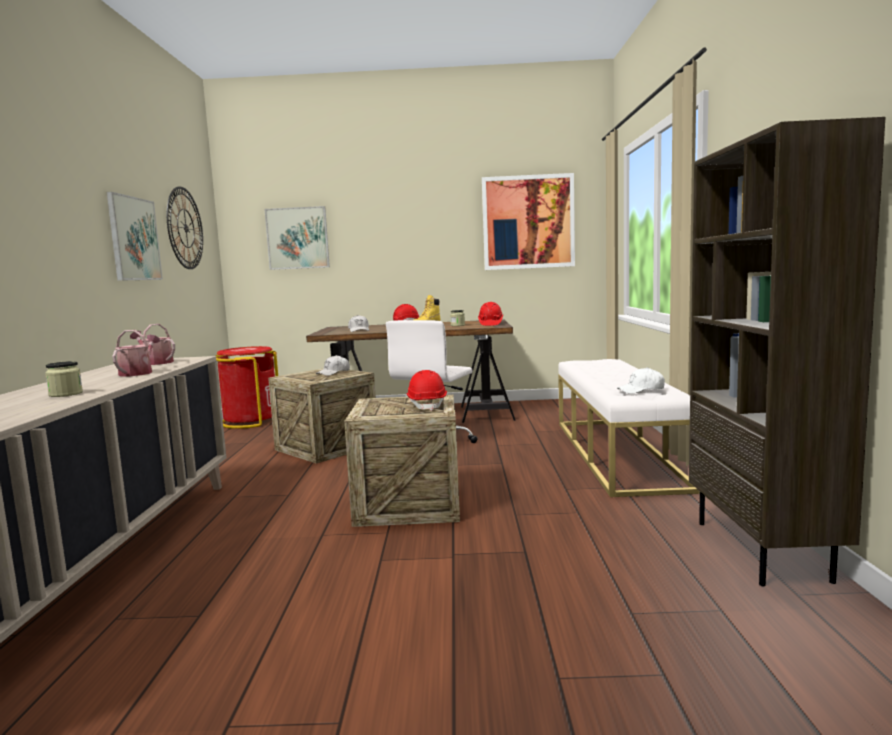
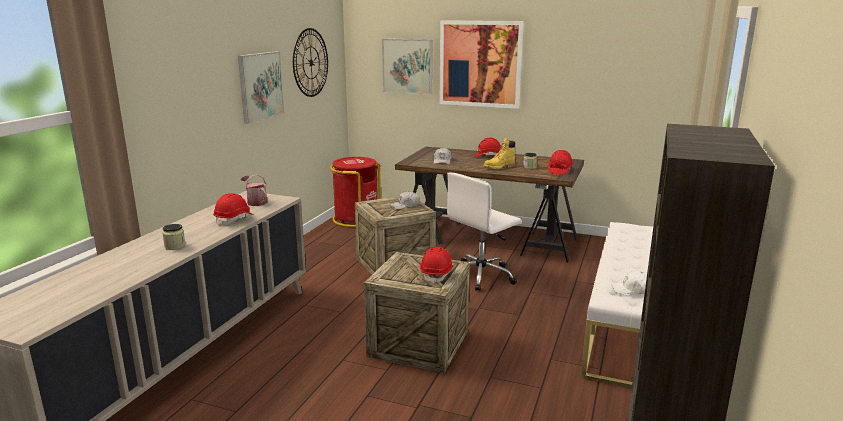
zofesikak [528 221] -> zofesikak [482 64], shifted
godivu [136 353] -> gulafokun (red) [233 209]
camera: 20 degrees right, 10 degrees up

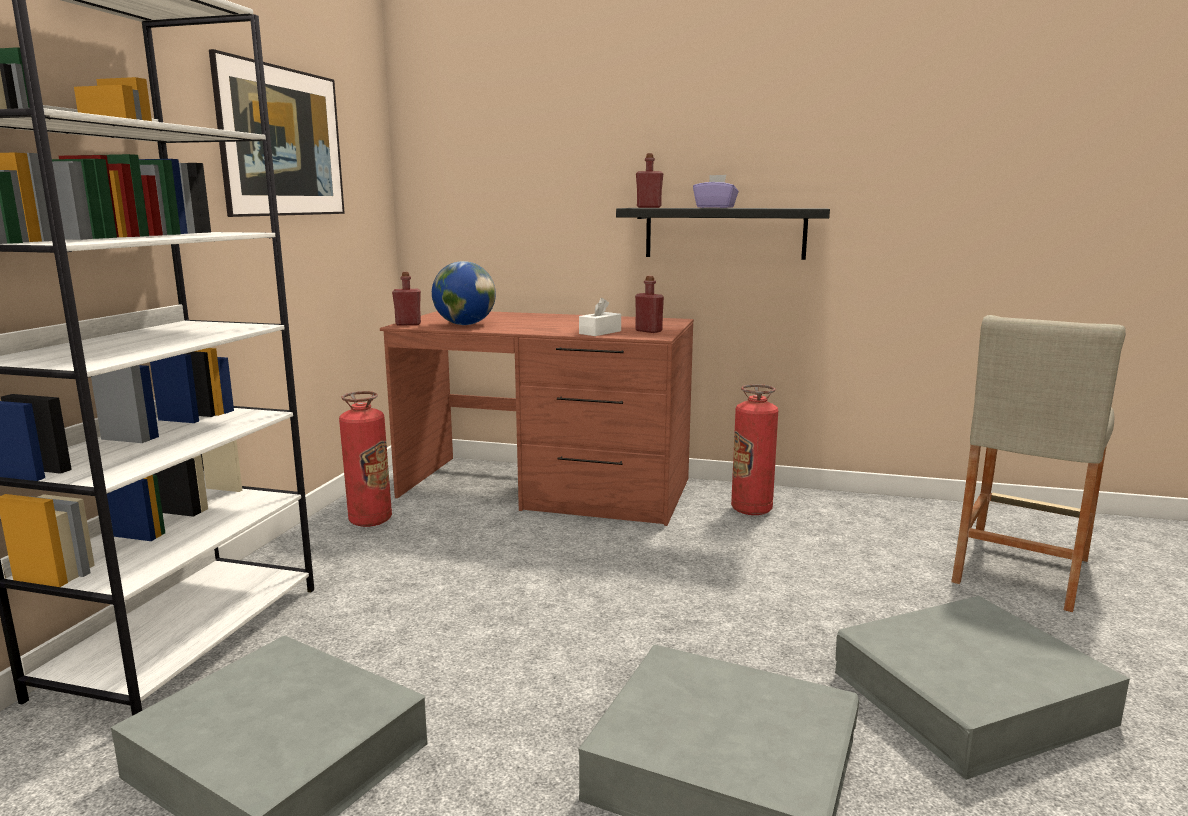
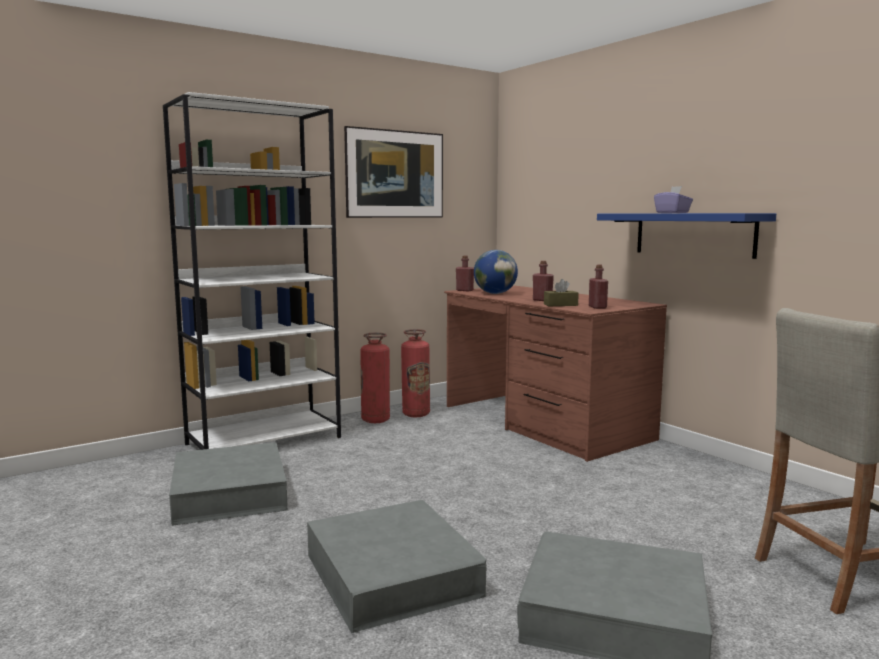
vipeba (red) [650 180] -> vipeba (red) [543 281], shifted
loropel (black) [723 234] -> loropel (blue) [686 236]
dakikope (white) [600 317] -> dakikope (brown) [561 292]
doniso [754 449] -> doniso [375 378], shifted
camera: 40 degrees right, 5 degrees down

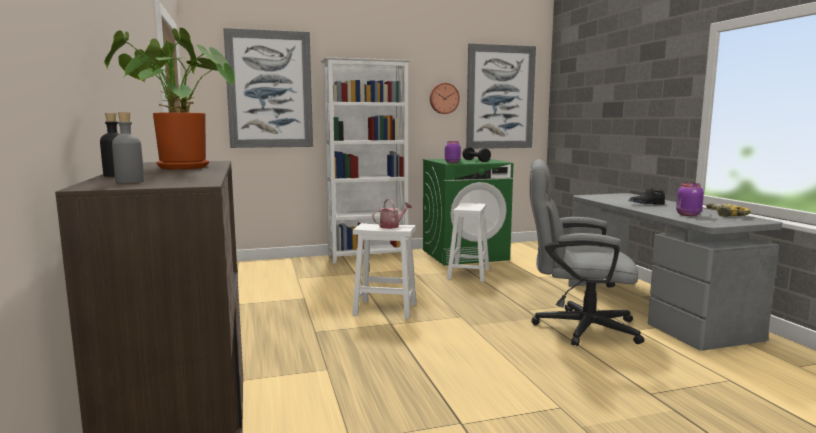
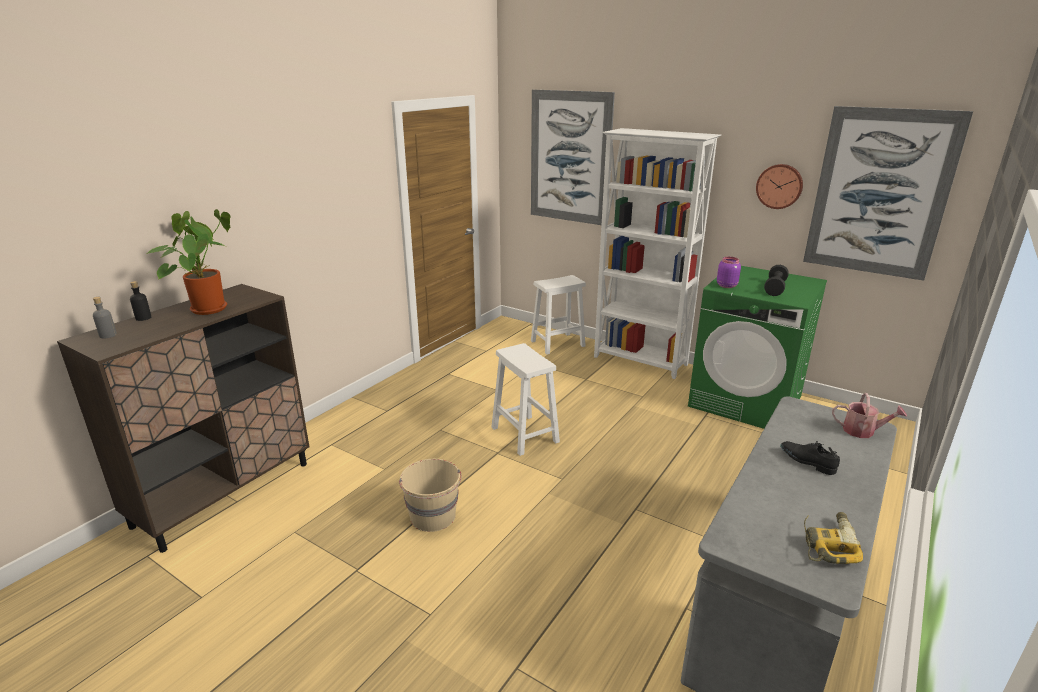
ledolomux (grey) [586 252] -> none
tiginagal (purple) [690 199] -> none
godivu [392 213] -> godivu [869 415], shifted
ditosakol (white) [468 242] -> ditosakol (white) [558 315], shifted
none -> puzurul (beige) [430 495]
camera: 50 degrees right, 15 degrees up

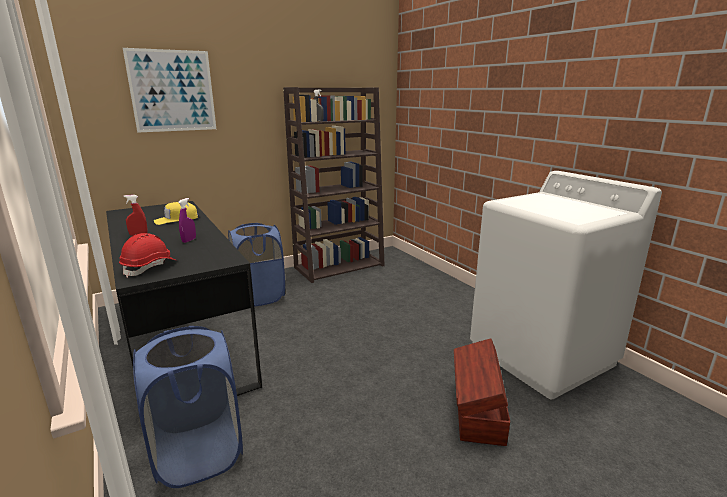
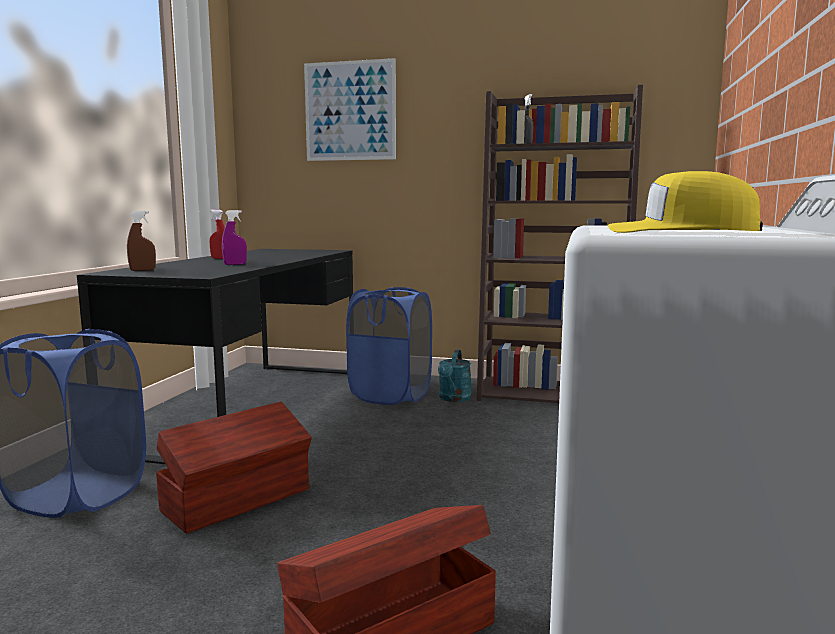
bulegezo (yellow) [176 213] -> bulegezo (yellow) [685 202], shifted
gulafokun (red) [147 255] -> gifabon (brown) [141 241]
none -> godivu (turquoise) [454 376]
none -> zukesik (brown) [234 468]
camera: 45 degrees right, 10 degrees down

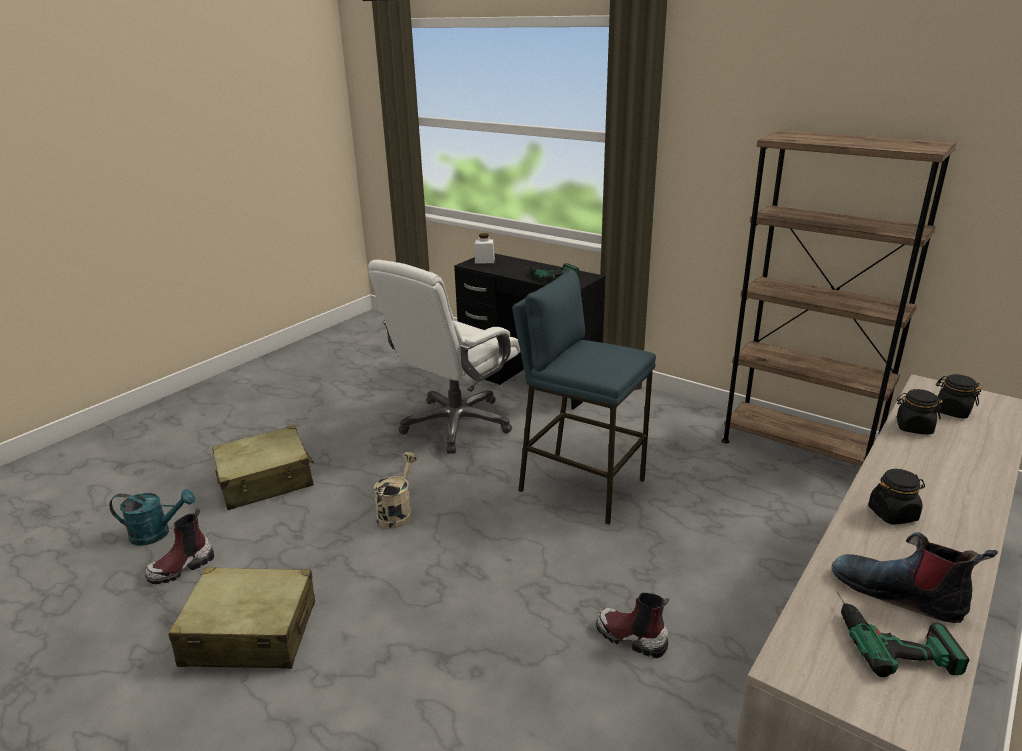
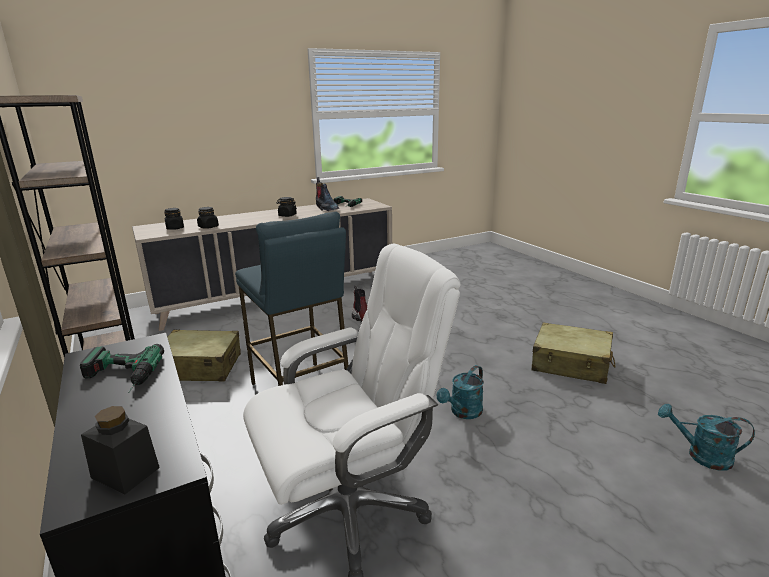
tiginagal (white) [485 248] -> tiginagal (black) [120 450]
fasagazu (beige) [263 467] -> fasagazu (beige) [204 355], shifted
godivu (beige) [396 490] -> godivu (turquoise) [460 392]
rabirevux [179 546] -> none
camera: 155 degrees left, 5 degrees down

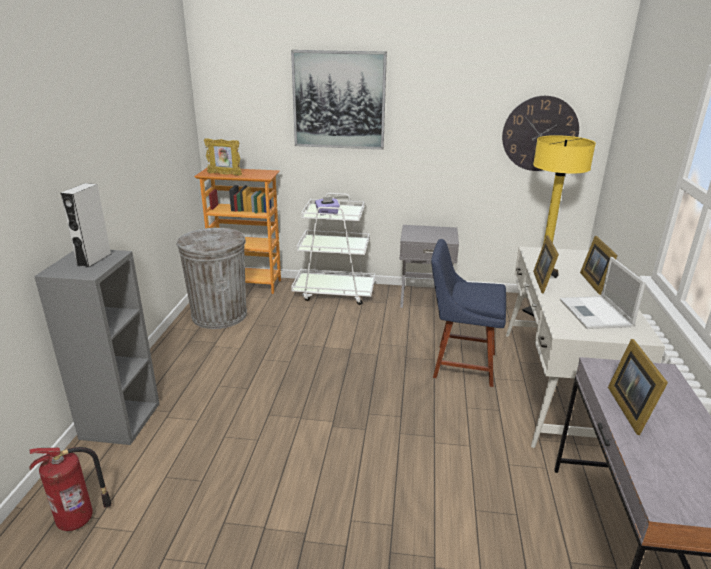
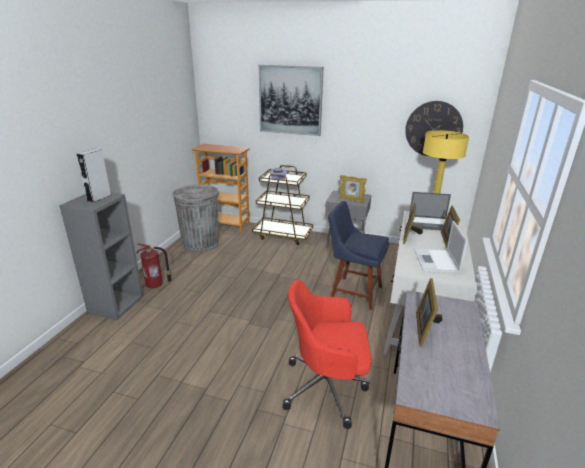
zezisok [223 157] -> zezisok [352 189], shifted
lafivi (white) [333 249] -> lafivi (brown) [282 205]
doniso [70 489] -> doniso [154 265], shifted
none -> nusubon [430 211]
none -> ledolomux (red) [327 354]
camera: 10 degrees right, 0 degrees up

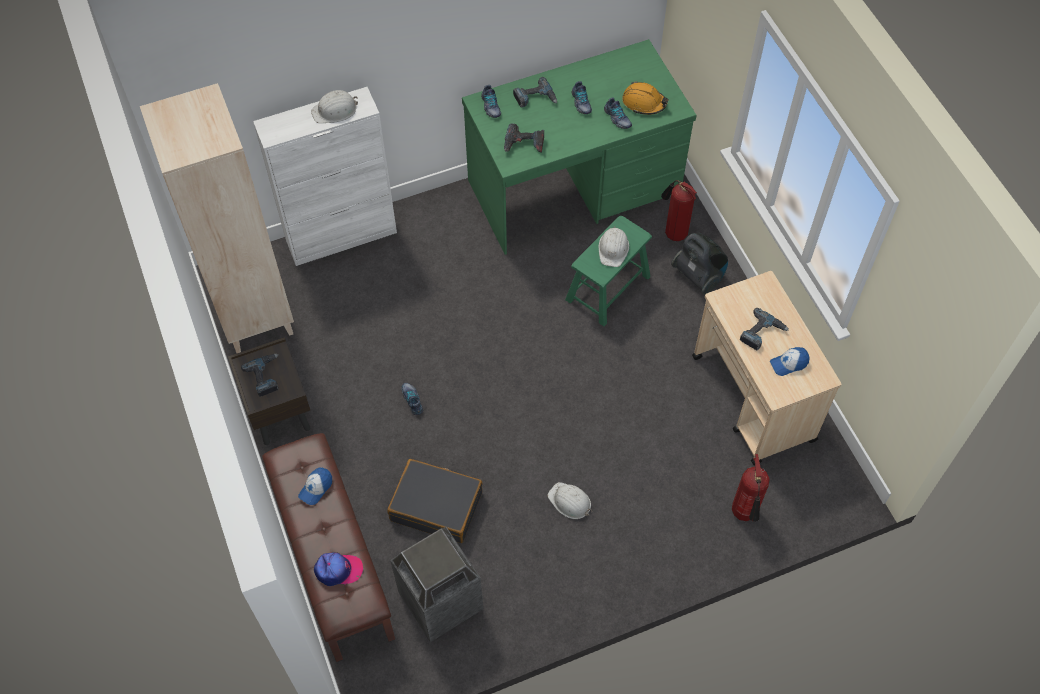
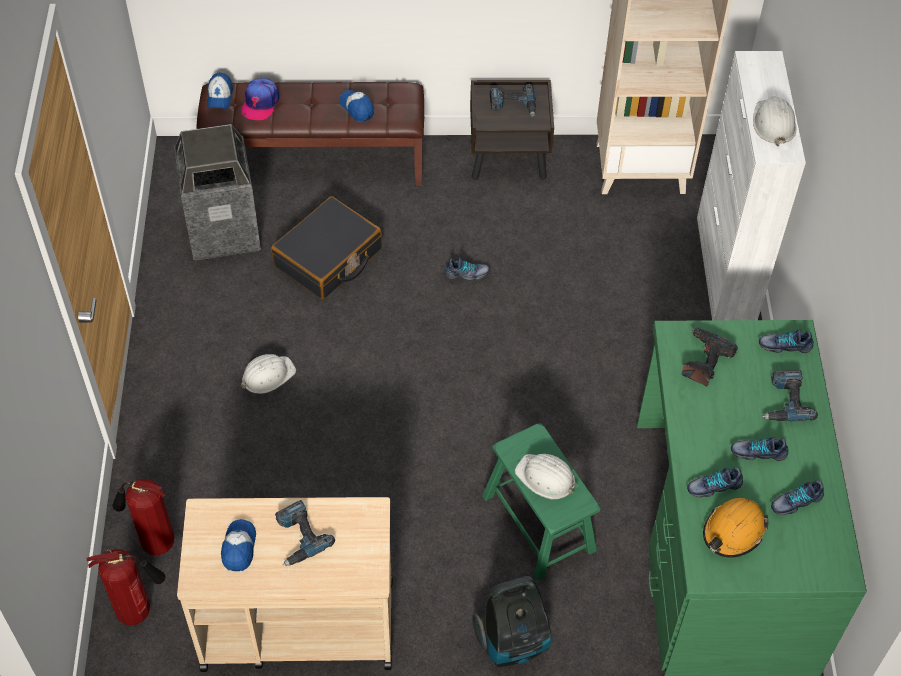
doniso [679 210] -> doniso [126 587], shifted
none -> bulegezo [220 91]
none -> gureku [797 497]
camera: 110 degrees right, 5 degrees down

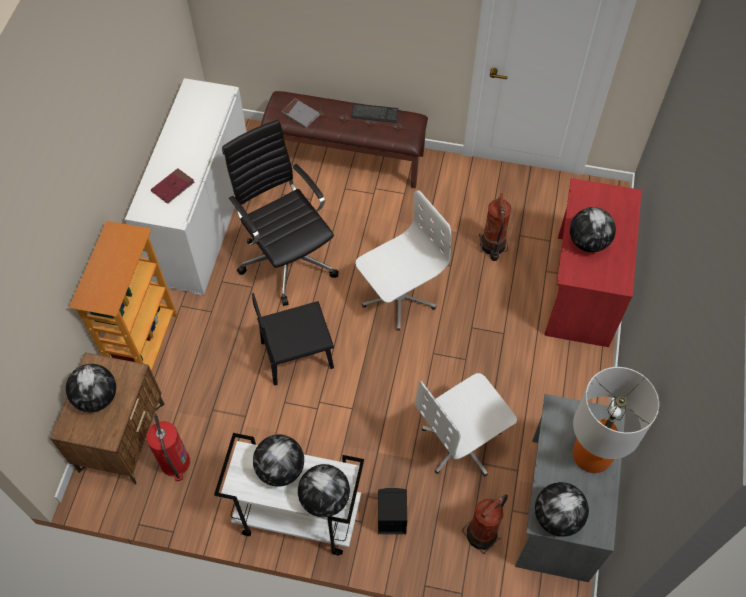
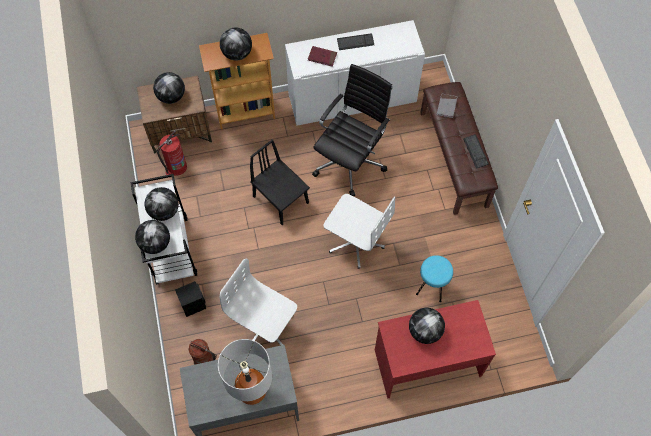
doniso [495 227] -> ditosakol (turquoise) [434 278]
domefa [562 509] -> domefa [236 44], shifted
none -> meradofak [355 41]
camera: 65 degrees right, 5 degrees up

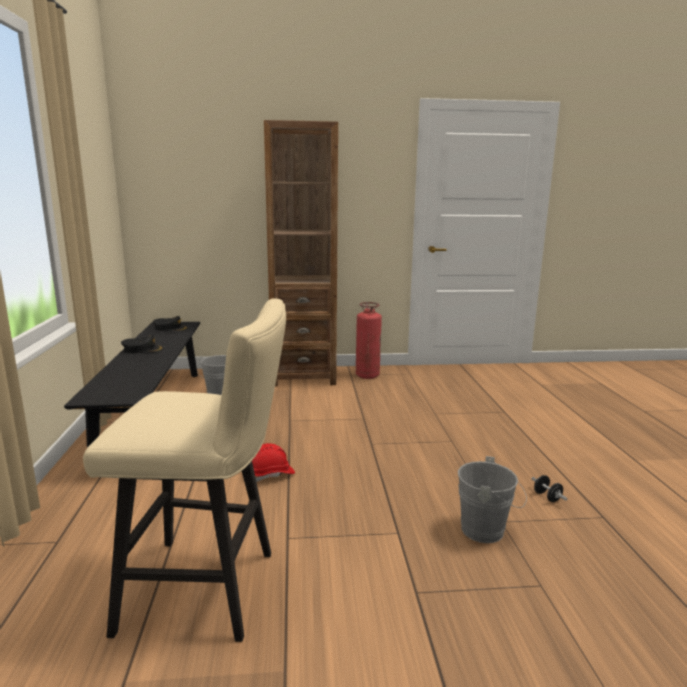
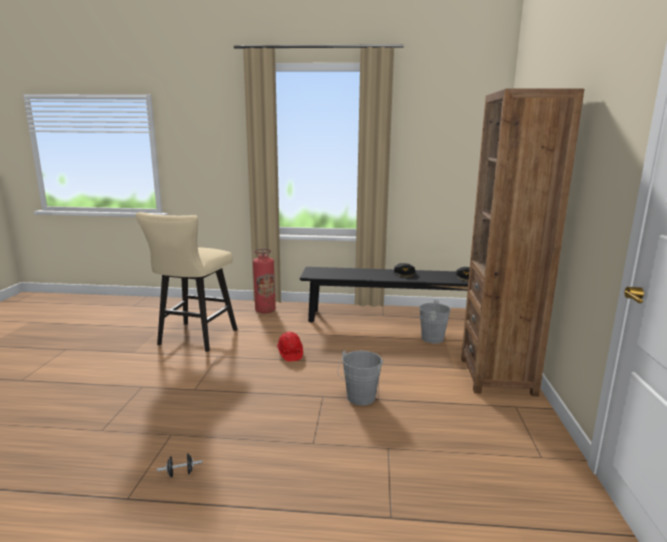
doniso [369 340] -> doniso [264 281], shifted
puzurul (grey) [492 499] -> puzurul (grey) [360 377], shifted
camera: 100 degrees right, 0 degrees up

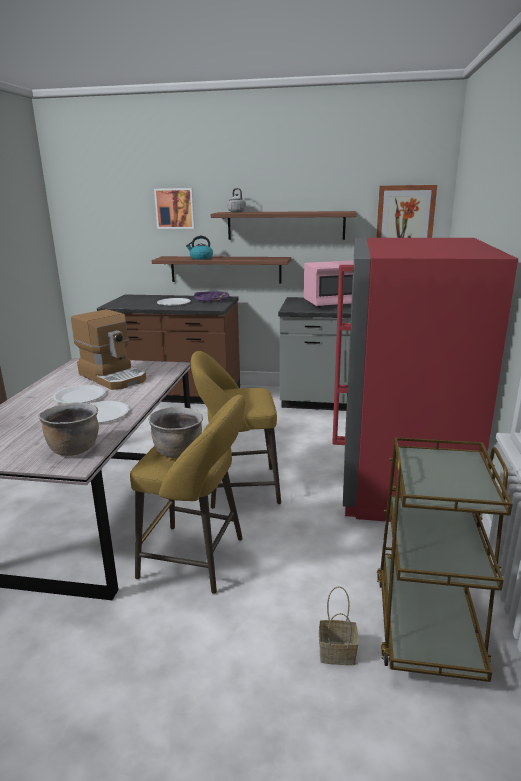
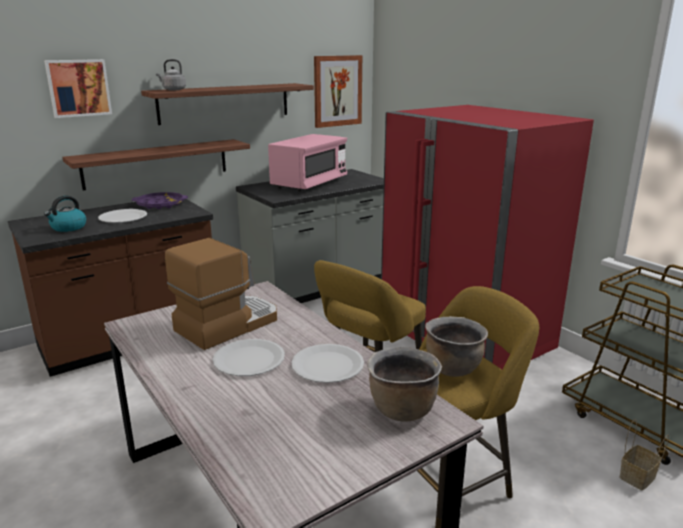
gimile [199 248] -> gimile [65 214], shifted
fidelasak [108 349] -> fidelasak [221 294], 45 degrees counterclockwise
camera: 45 degrees left, 0 degrees up

